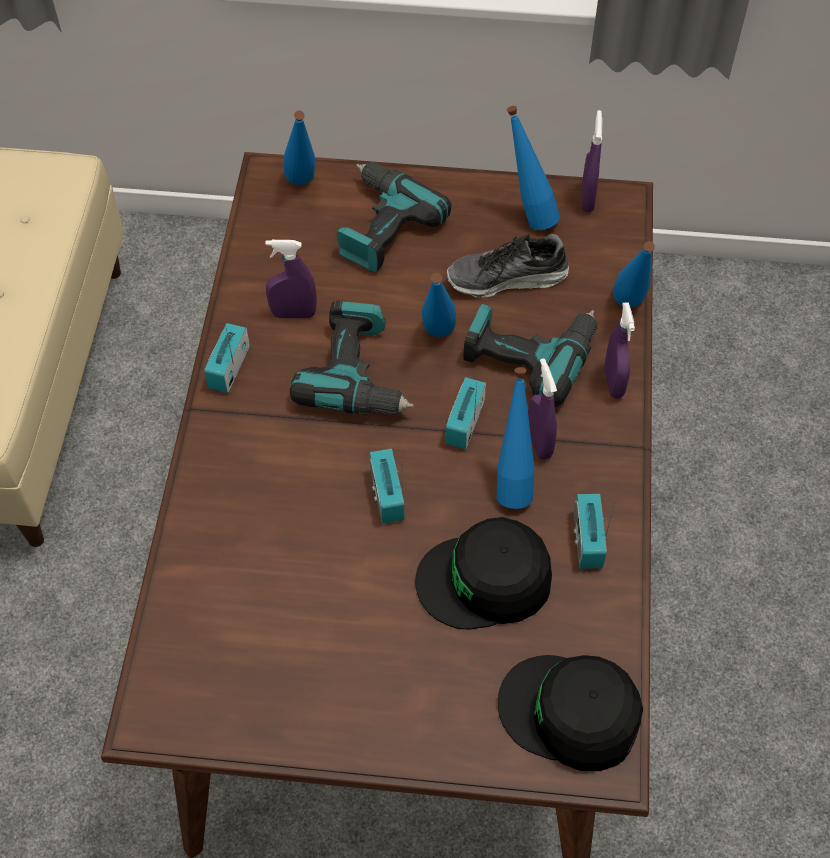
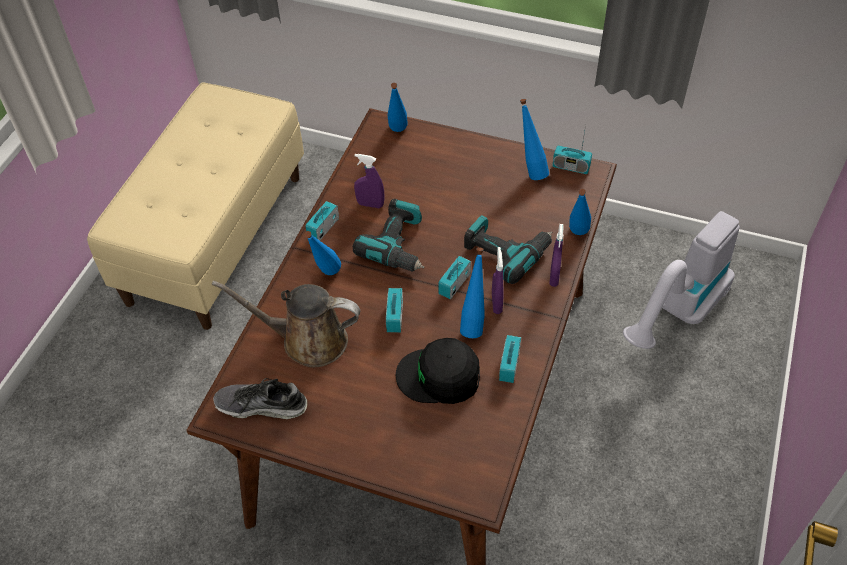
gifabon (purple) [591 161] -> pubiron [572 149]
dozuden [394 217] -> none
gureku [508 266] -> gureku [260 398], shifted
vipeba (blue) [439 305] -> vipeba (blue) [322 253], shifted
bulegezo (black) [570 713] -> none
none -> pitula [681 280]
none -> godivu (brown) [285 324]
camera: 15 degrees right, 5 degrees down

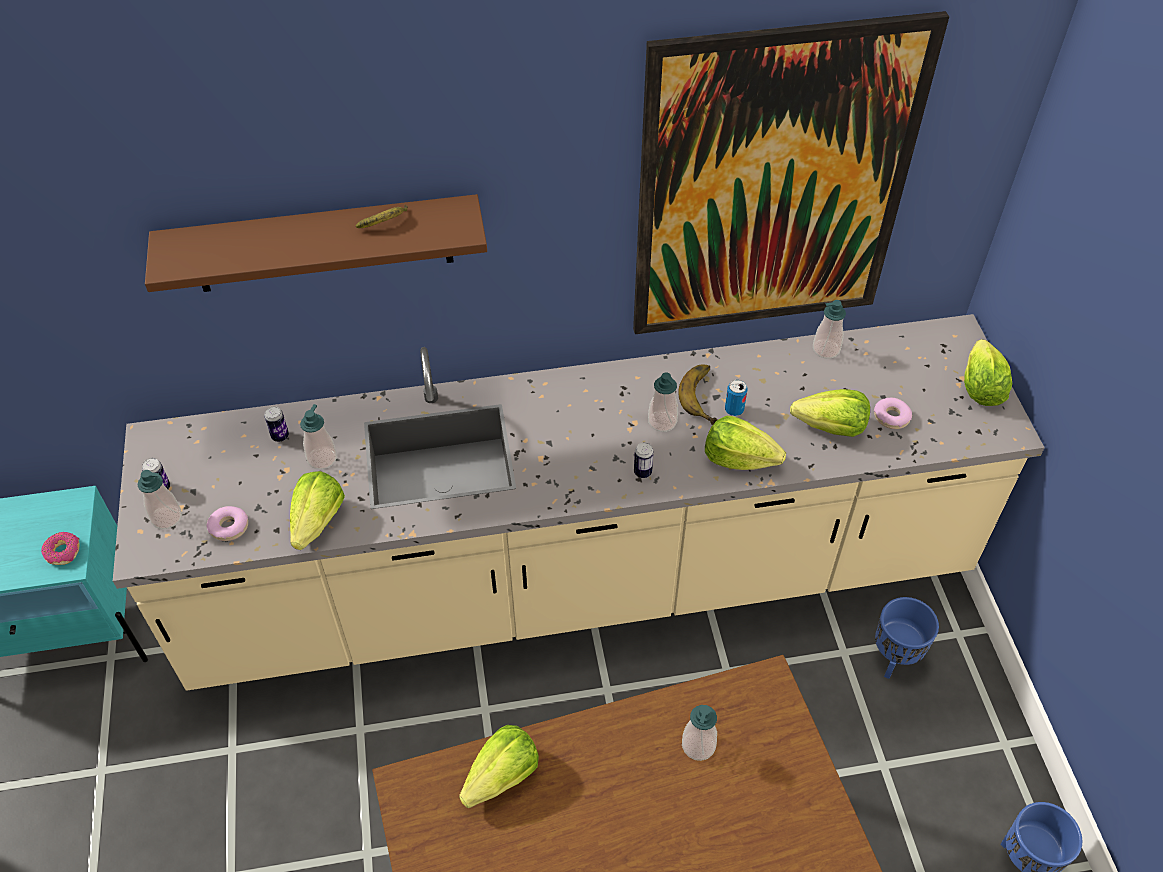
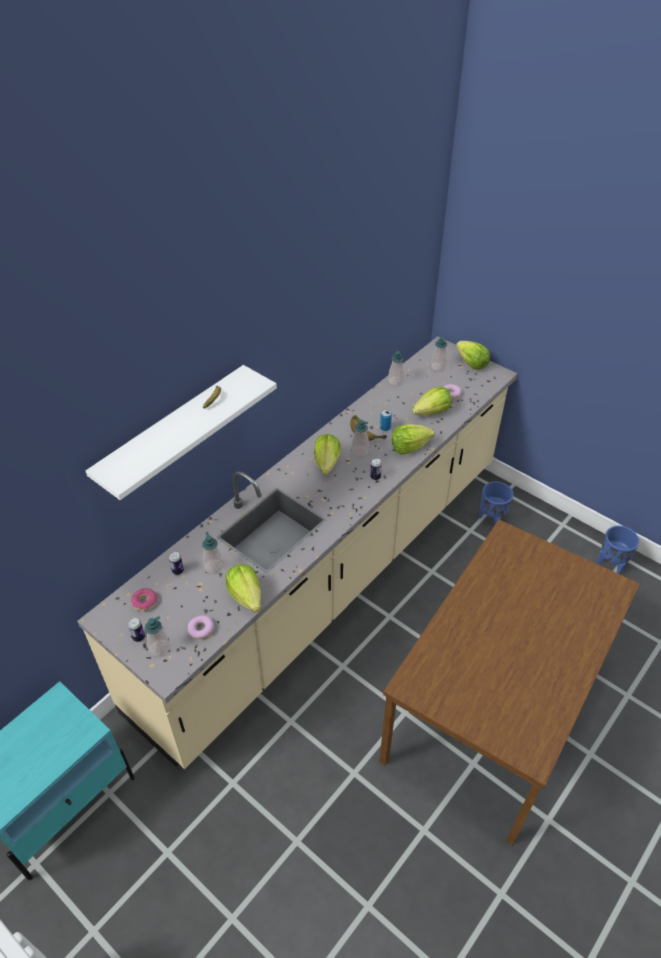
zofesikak [791 172] -> none
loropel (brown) [316 243] -> loropel (white) [181 432]
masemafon [60 548] -> masemafon [144 599], shifted
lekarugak [699 733] -> lekarugak [439 354], shifted
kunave [499 766] -> kunave [327 454], shifted
camera: 40 degrees left, 5 degrees down

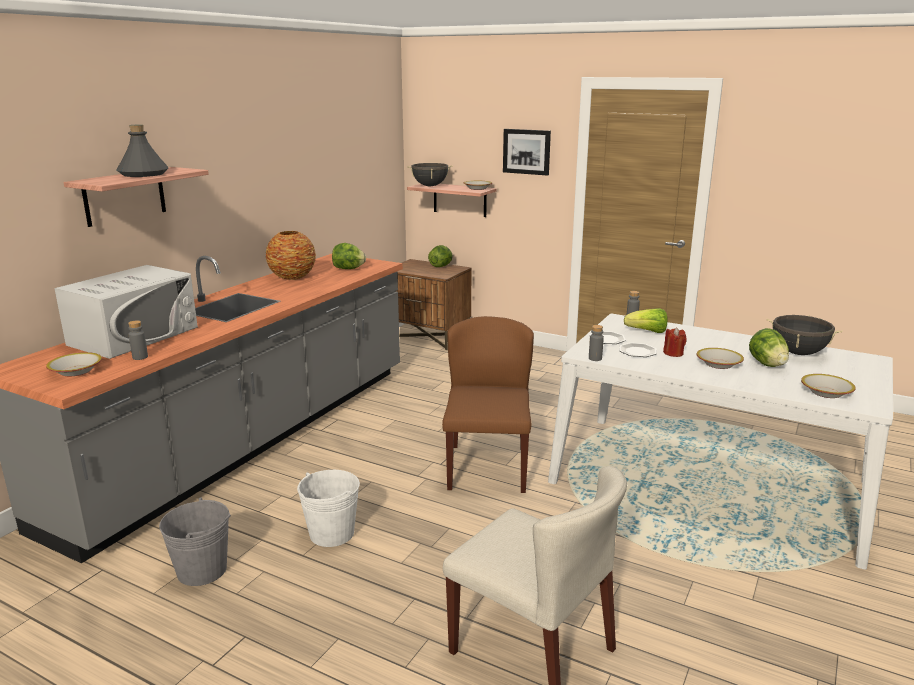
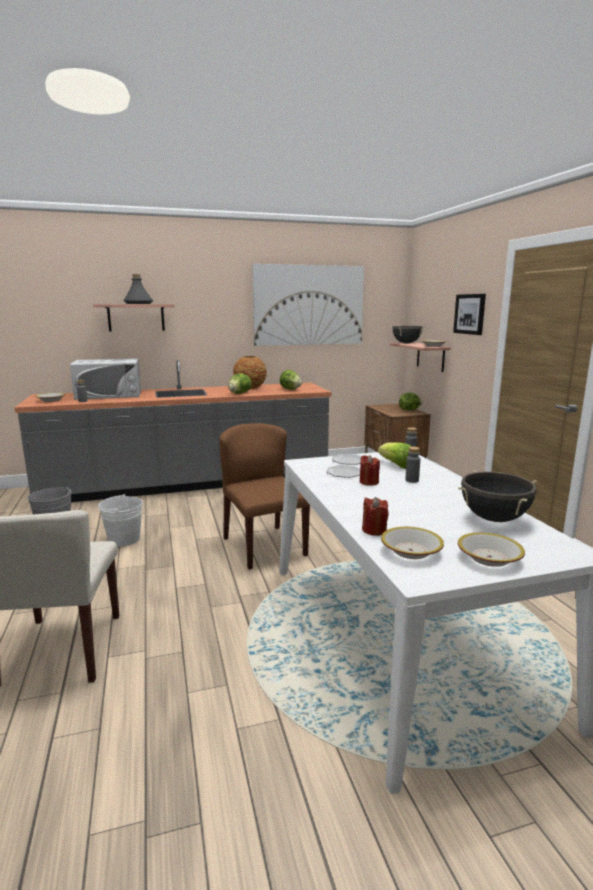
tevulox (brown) [488 404] -> tevulox (brown) [265 496], 75 degrees counterclockwise
vipeba (grey) [596 343] -> vipeba (grey) [413 465], shifted
kunave [769 347] -> kunave [240 383], shifted
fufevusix [720 358] -> fufevusix [491 549], shifted
none -> zofesikak [308 305]
none -> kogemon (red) [375 516]
camera: 45 degrees right, 5 degrees down

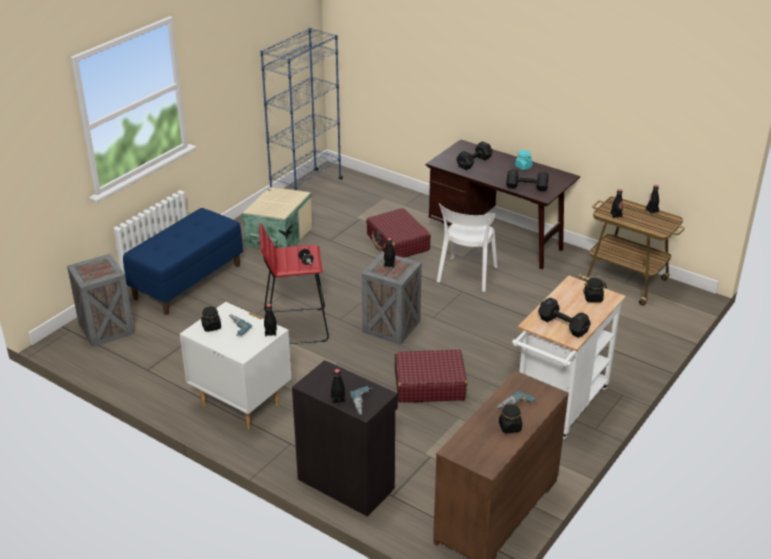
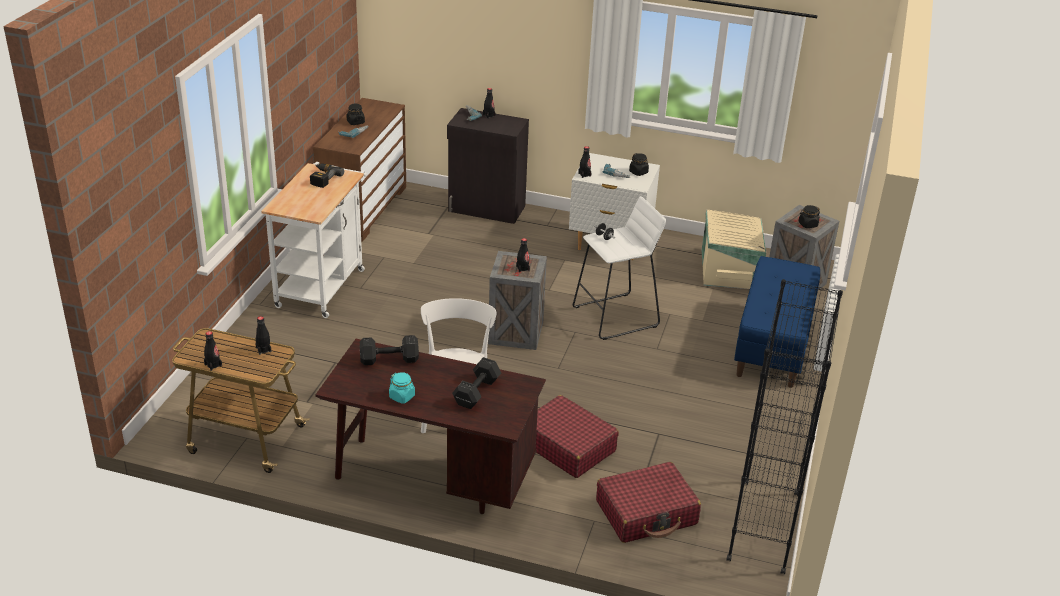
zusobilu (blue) [301 108] -> zusobilu (black) [784 427]
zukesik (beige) [276 218] -> zukesik (beige) [733 249], shifted
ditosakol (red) [294 283] -> ditosakol (white) [619 268]
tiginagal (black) [595 290] -> tiginagal (black) [809 216], shifted
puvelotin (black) [564 317] -> dozuden [327 175]
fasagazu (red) [431 376] -> fasagazu (red) [648 502], shifted
camera: 160 degrees right, 0 degrees up

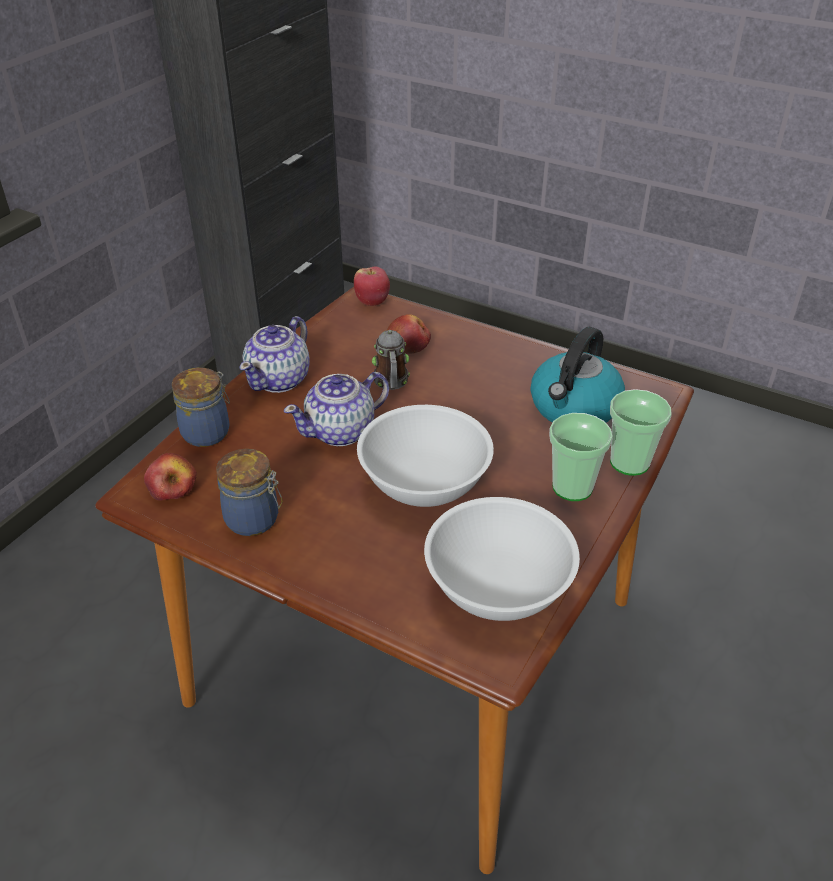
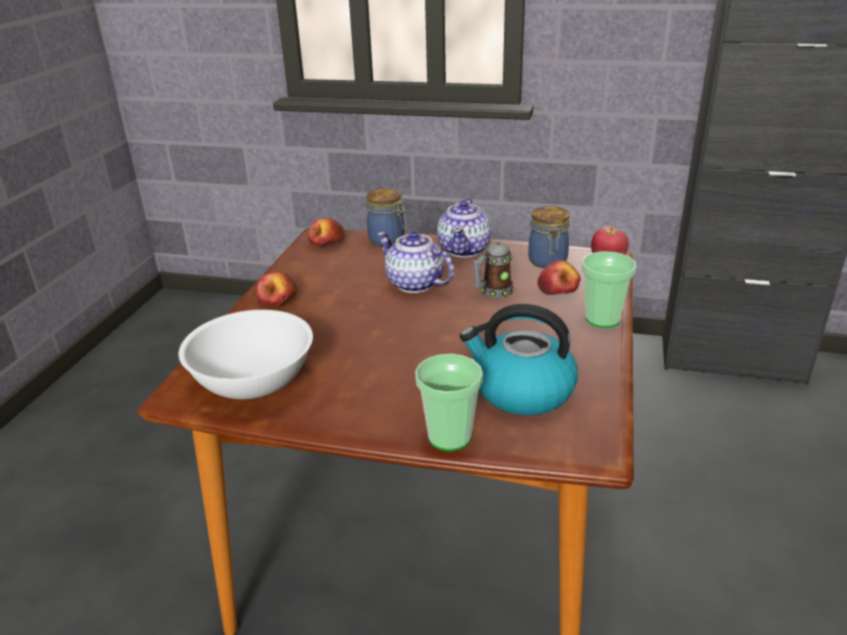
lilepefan [275 354] -> lilepefan [464 227], 90 degrees counterclockwise
fufevusix (white) [425 456] -> none
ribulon [581 457] -> ribulon [609 289], shifted
tiginagal [249 492] -> tiginagal [549 237], shifted
none -> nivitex [277 288]
camera: 75 degrees right, 10 degrees down

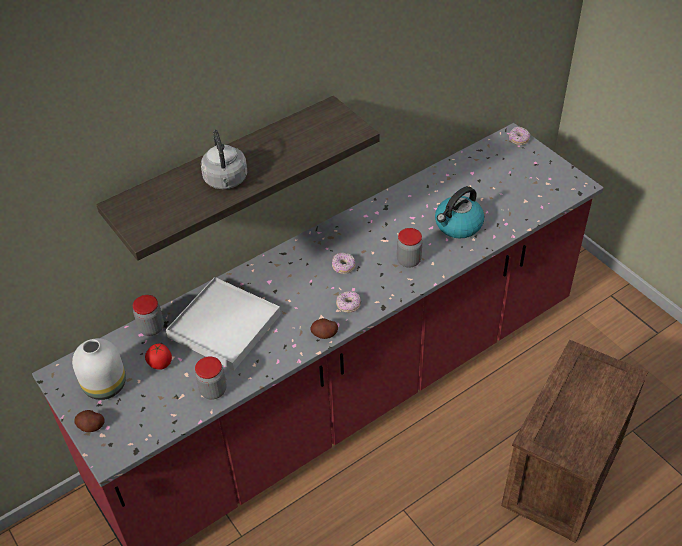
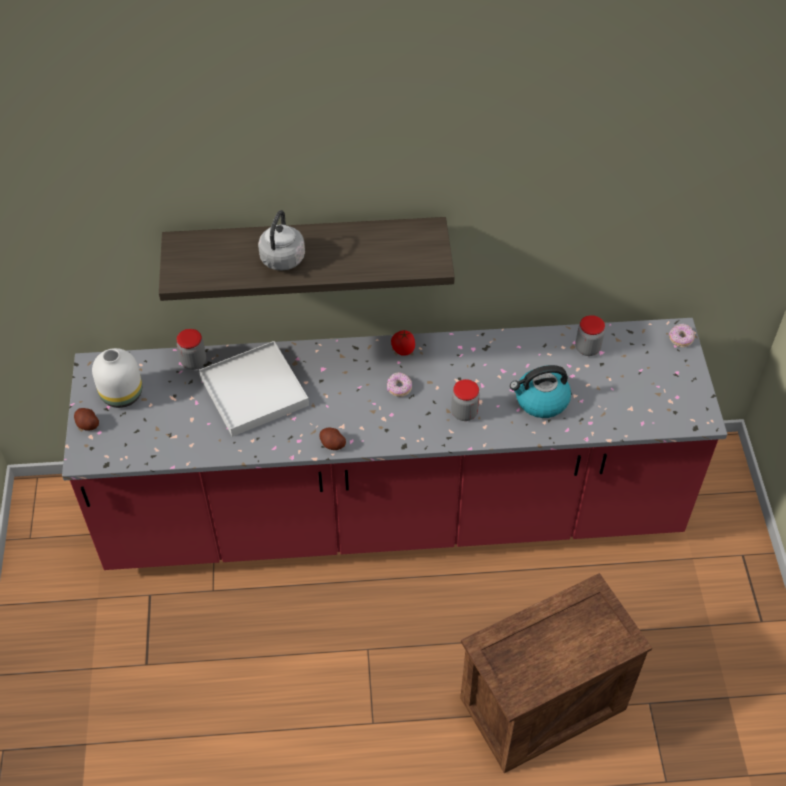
masemafon [348 302] -> none
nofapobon [158 356] -> nofapobon [403 343], shifted
tiginagal [210 378] -> tiginagal [590 335], shifted
camera: 30 degrees right, 5 degrees up

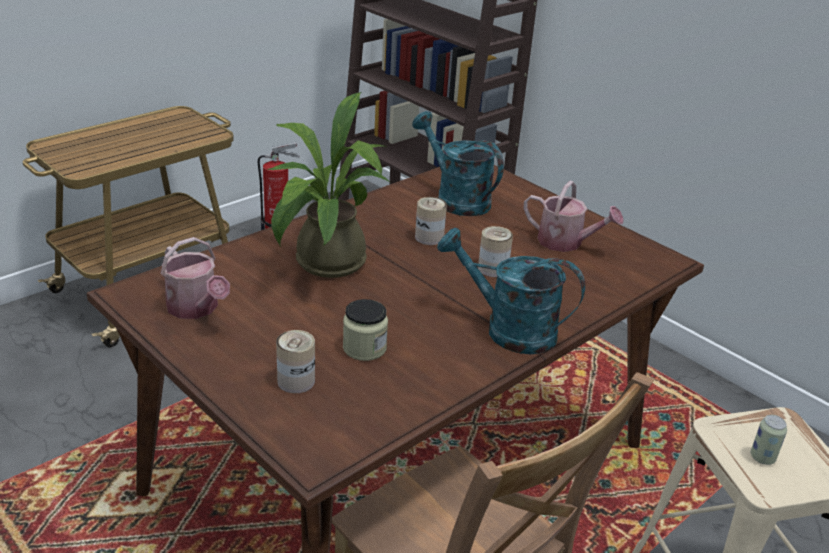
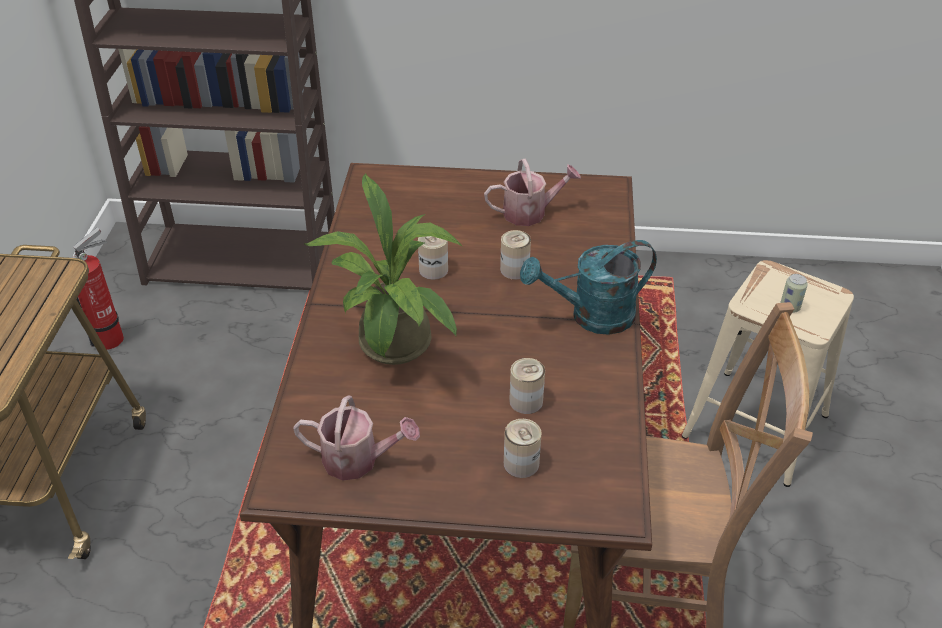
godivu (turquoise) [458 163] -> none
tiginagal [365 330] -> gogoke [527 386]
camera: 40 degrees left, 10 degrees up

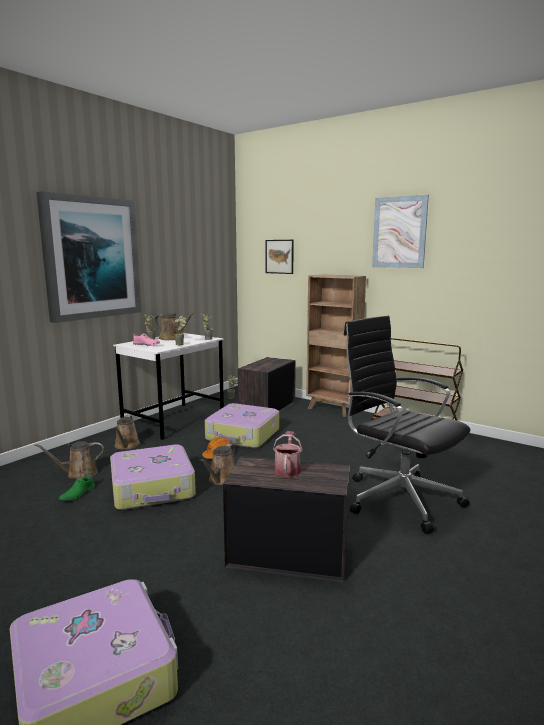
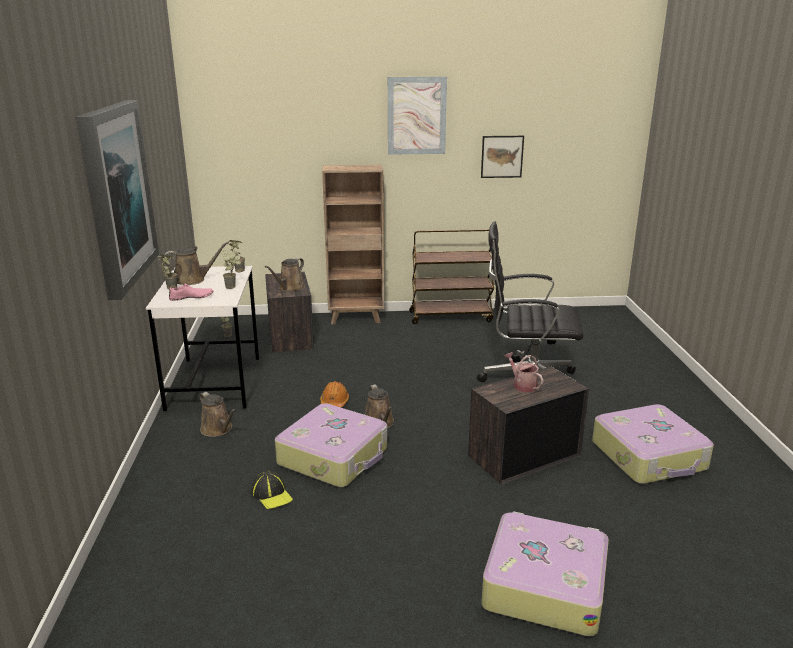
zofesikak [279 257] -> zofesikak [502 157], shifted
fasagazu [242 425] -> fasagazu [653 444], shifted
godivu (brown) [69 460] -> godivu (brown) [285 275], shifted
gureku (green) [76 487] -> bulegezo [272 490]
camera: 40 degrees left, 10 degrees up

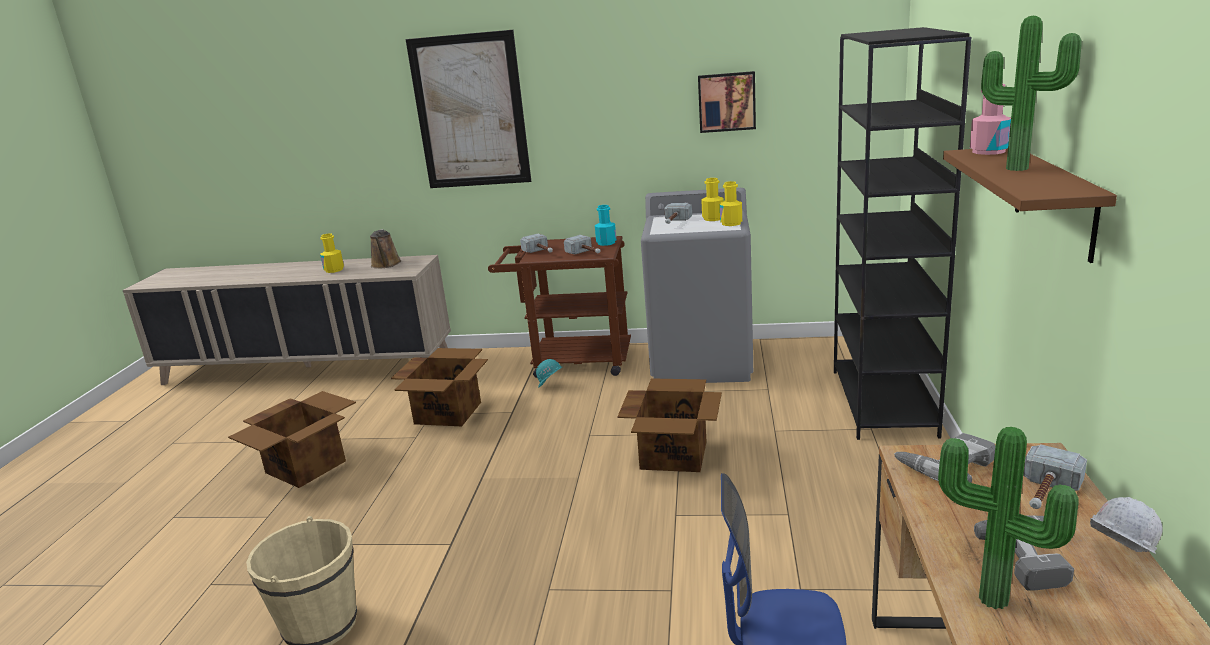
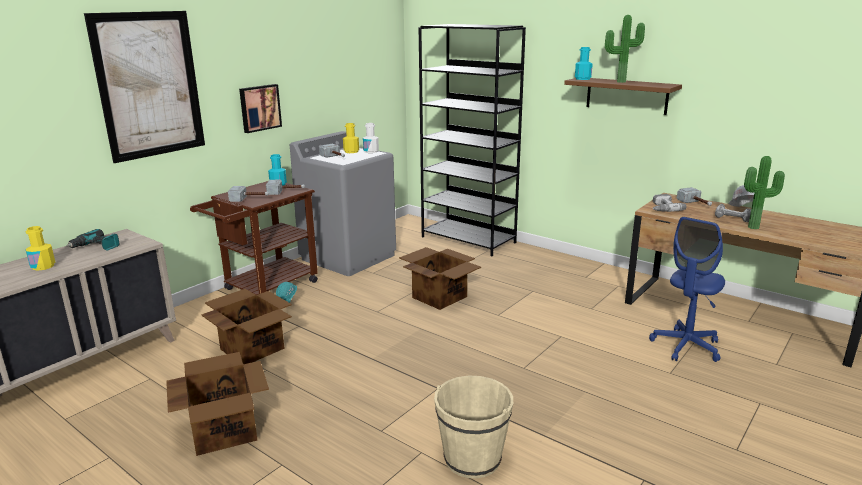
zofesikak [727 102] -> zofesikak [260 108], shifted
vipeba (pink) [990 119] -> vipeba (turquoise) [584 63]
vipeba (yellow) [731 203] -> vipeba (white) [371 138]
godivu (brown) [385 249] -> dozuden [92 240]
camera: 60 degrees left, 0 degrees up

